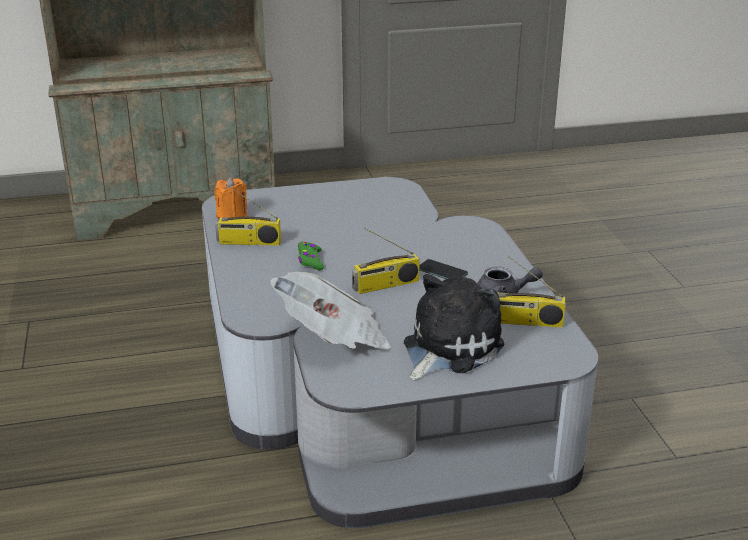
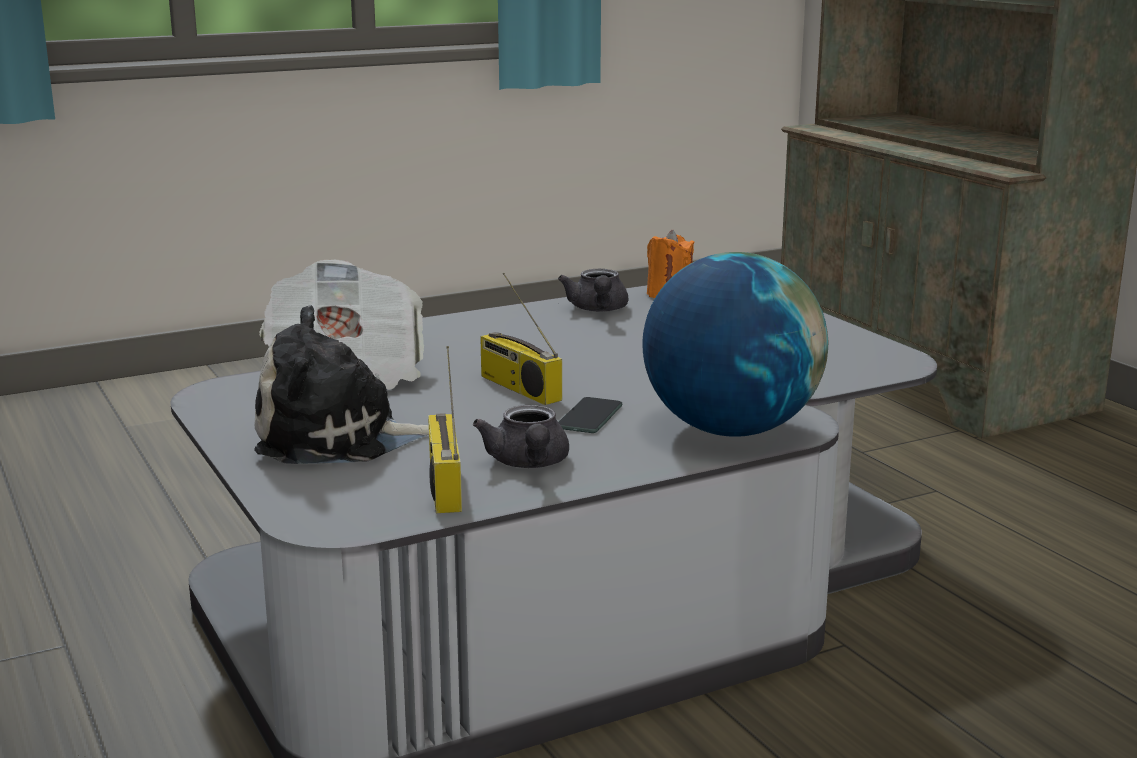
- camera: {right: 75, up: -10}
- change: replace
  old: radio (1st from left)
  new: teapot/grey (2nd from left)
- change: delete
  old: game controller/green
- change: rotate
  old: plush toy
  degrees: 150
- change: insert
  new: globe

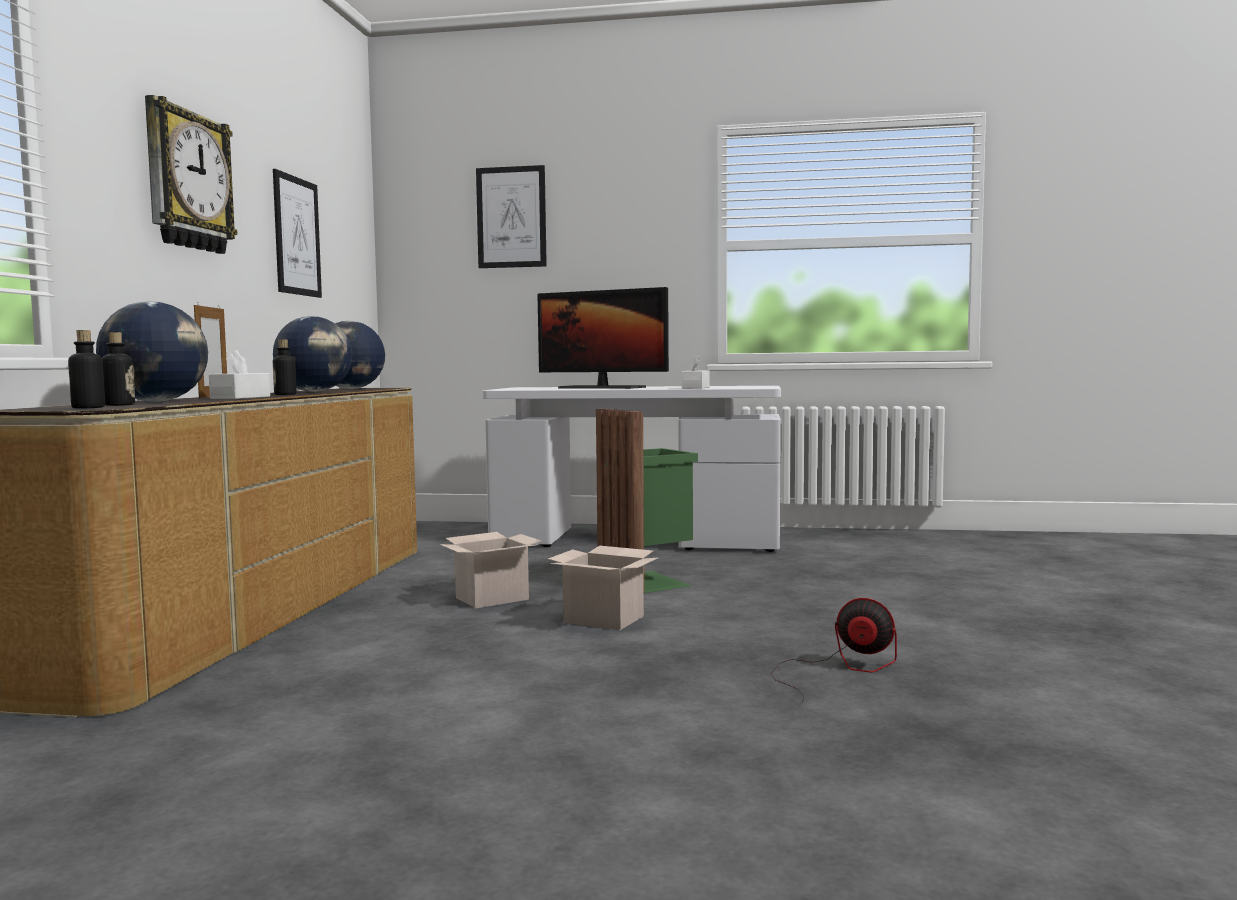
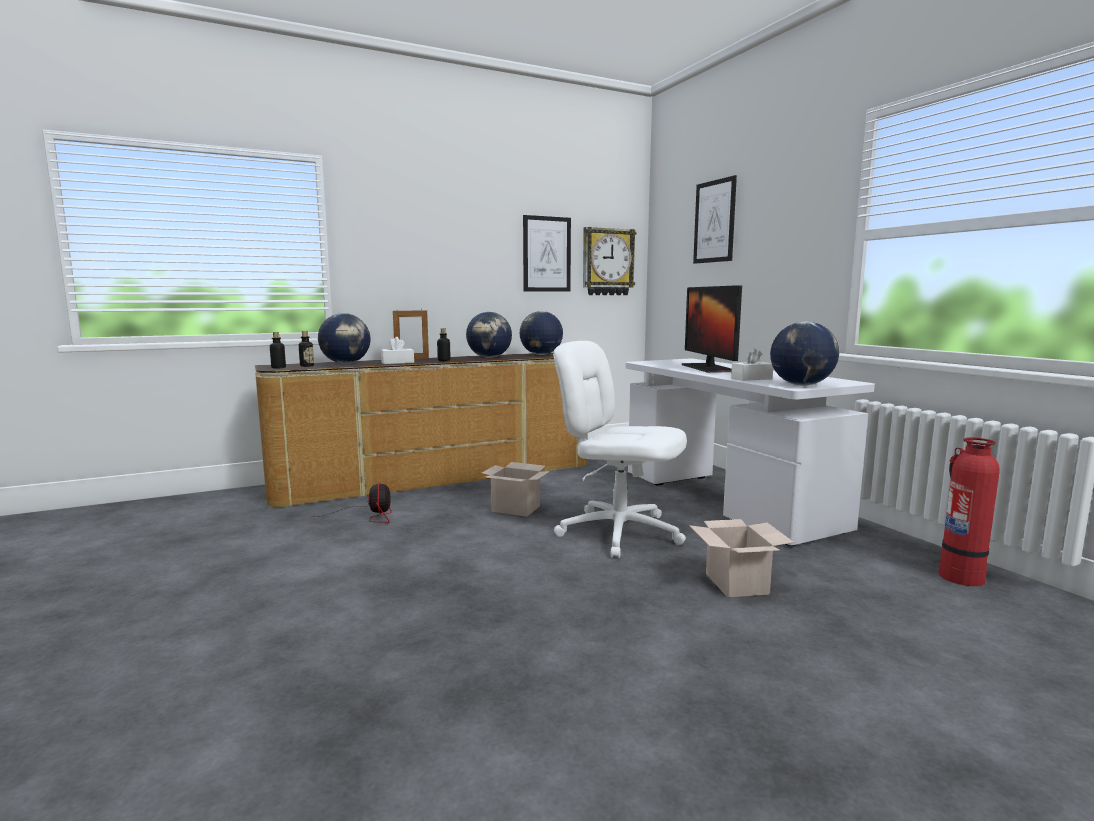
- camera: {right: 55, up: 5}
- change: move
  old: wall clock
- change: replace
  old: trash can/green
  new: office chair/white
- change: move
  old: cardboard box (2nd from left)
- change: move
  old: fan
- change: insert
  new: globe (4th from left)
- change: insert
  new: fire extinguisher

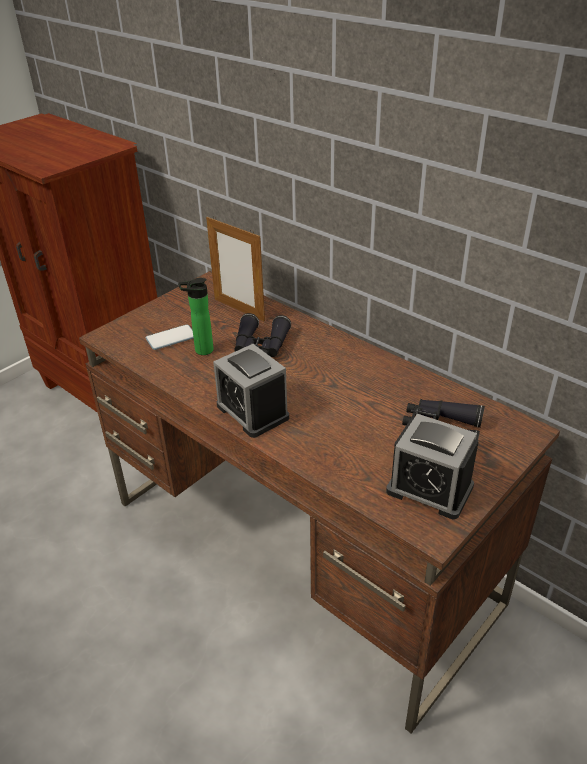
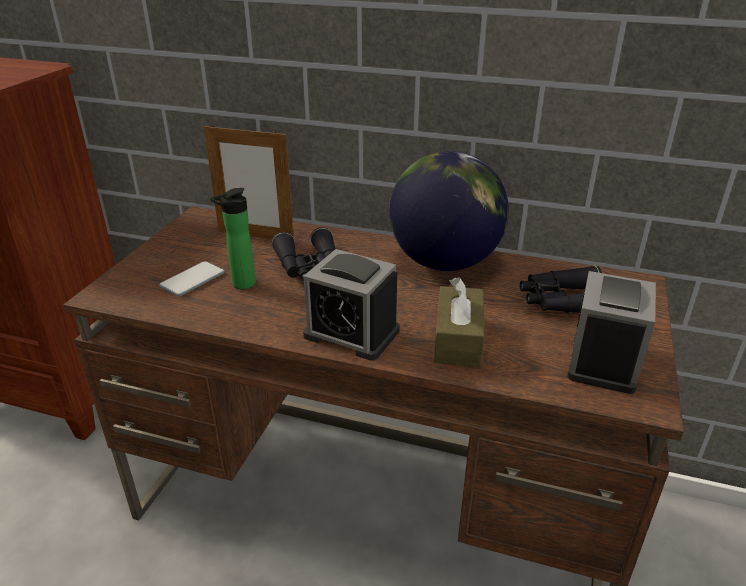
- camera: {right: -25, up: -5}
- change: rotate
  old: alarm clock (2nd from left)
  degrees: -75
- change: insert
  new: globe
- change: insert
  new: tissue box/brown

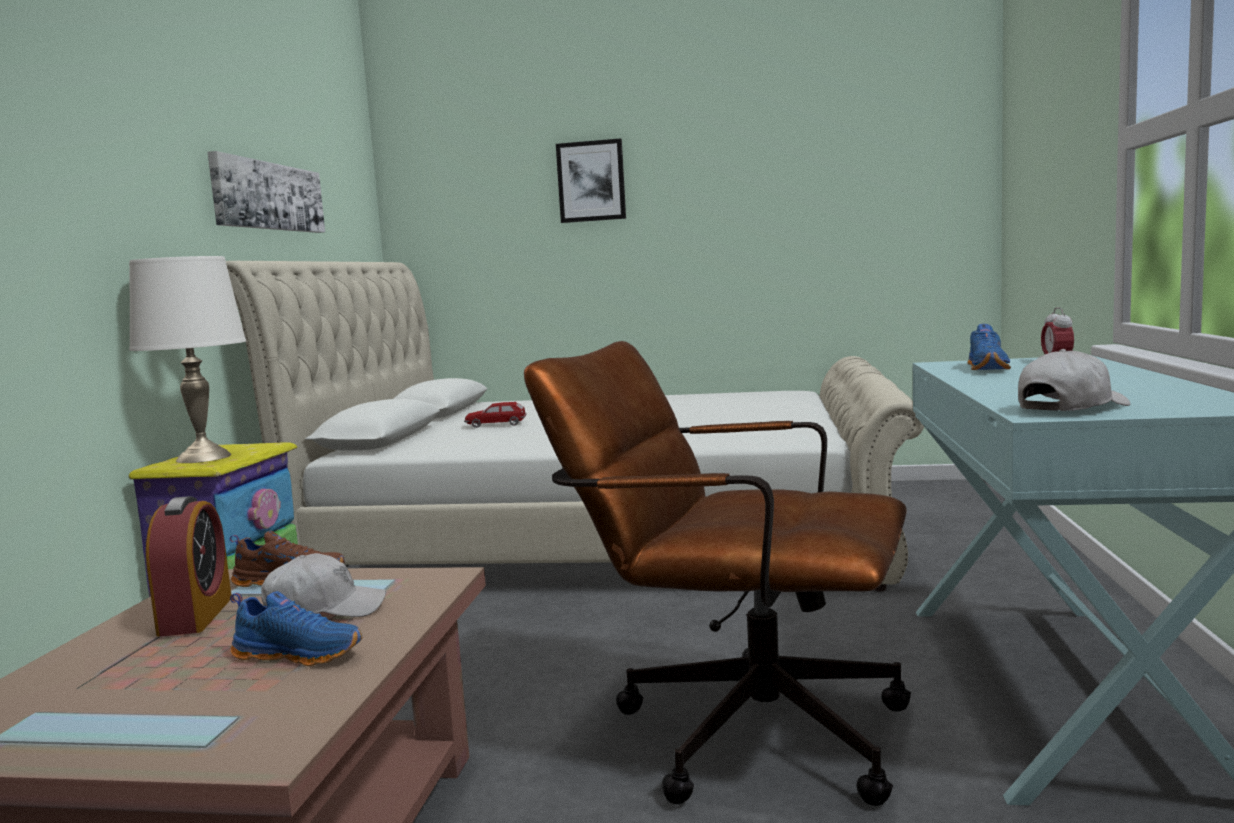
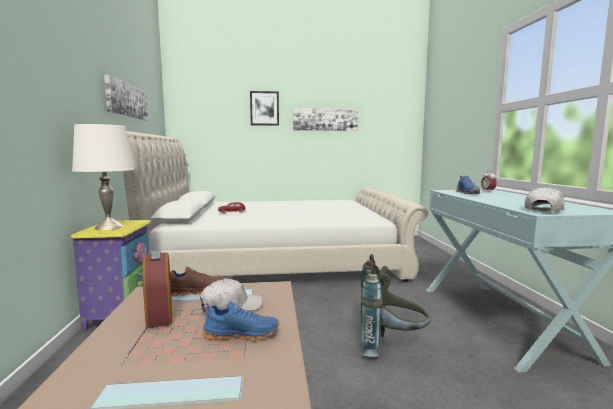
- camera: {right: -15, up: 0}
- change: replace
  old: office chair/brown
  new: backpack/grey
- change: insert
  new: picture (3rd from left)

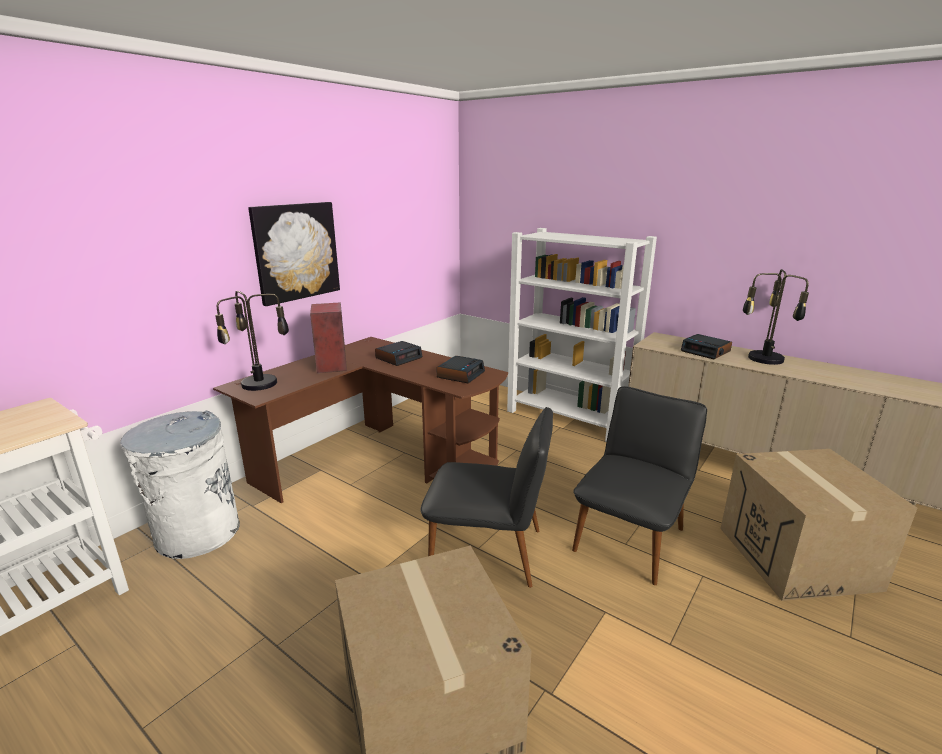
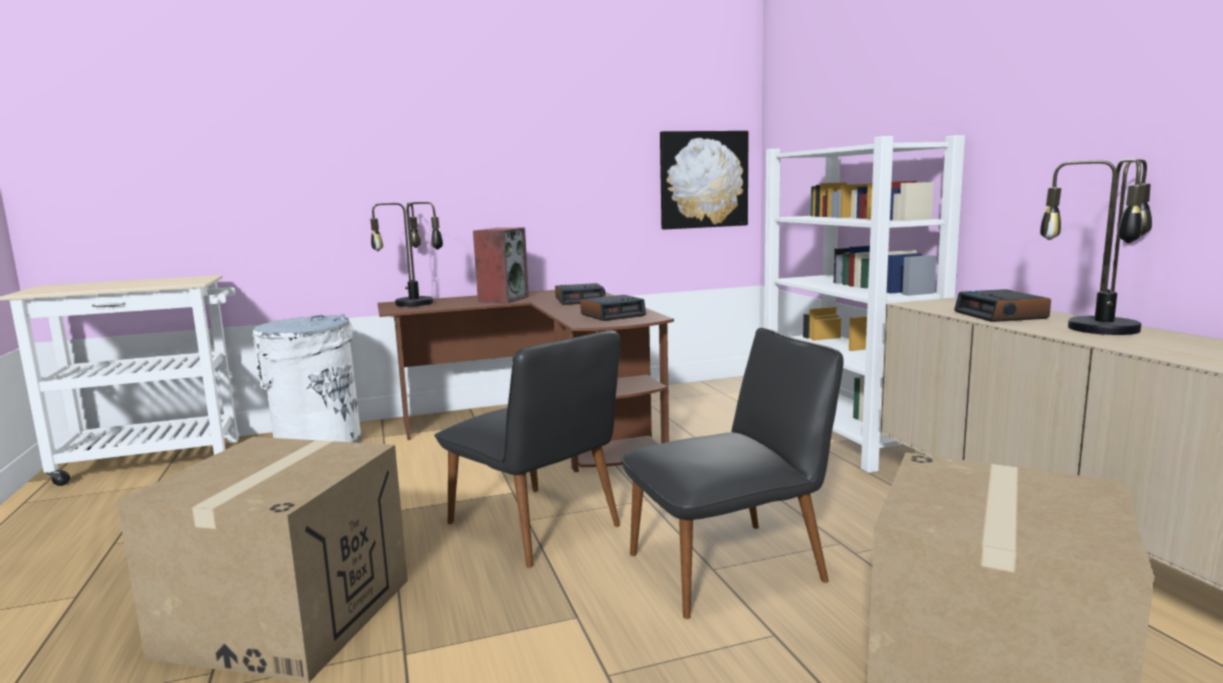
- camera: {right: 35, up: -10}
- change: move
  old: picture

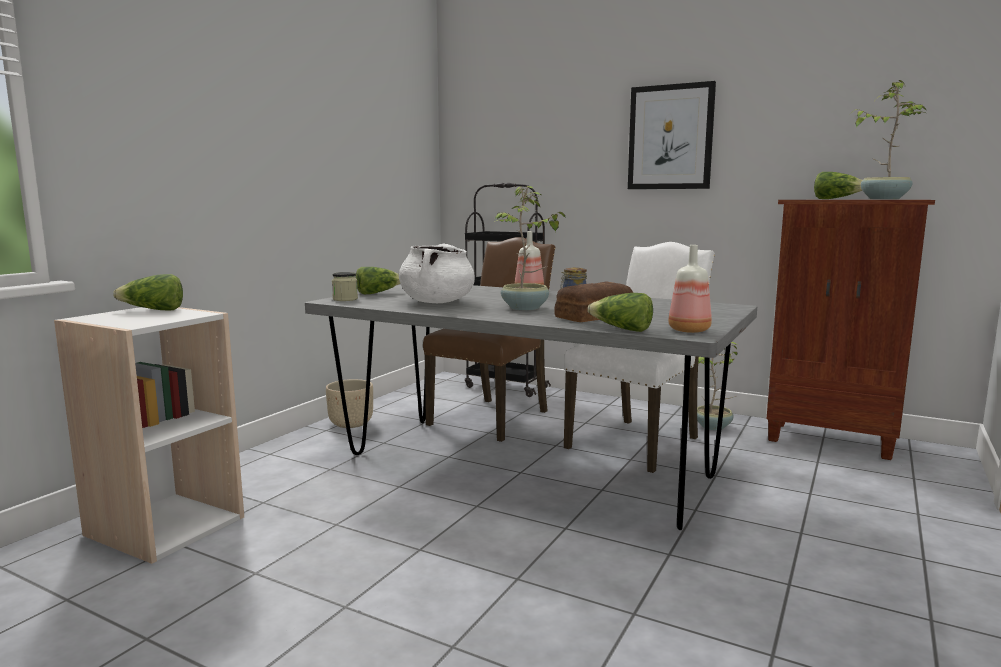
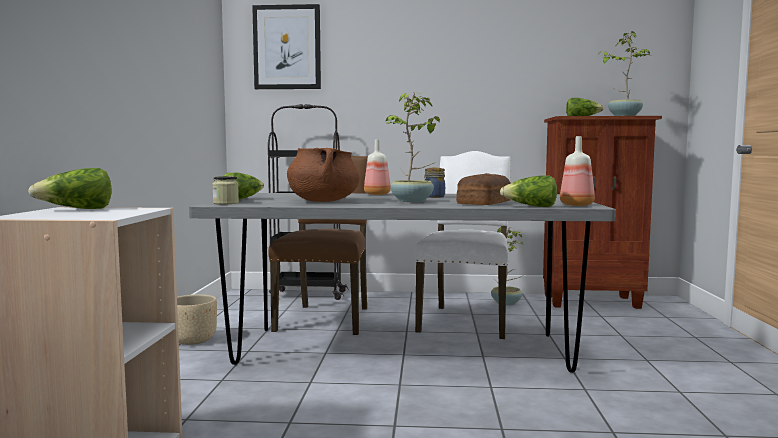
- camera: {right: -25, up: -5}
- change: move
  old: picture
- change: recolor
  old: cooking pot/white
  new: cooking pot/brown

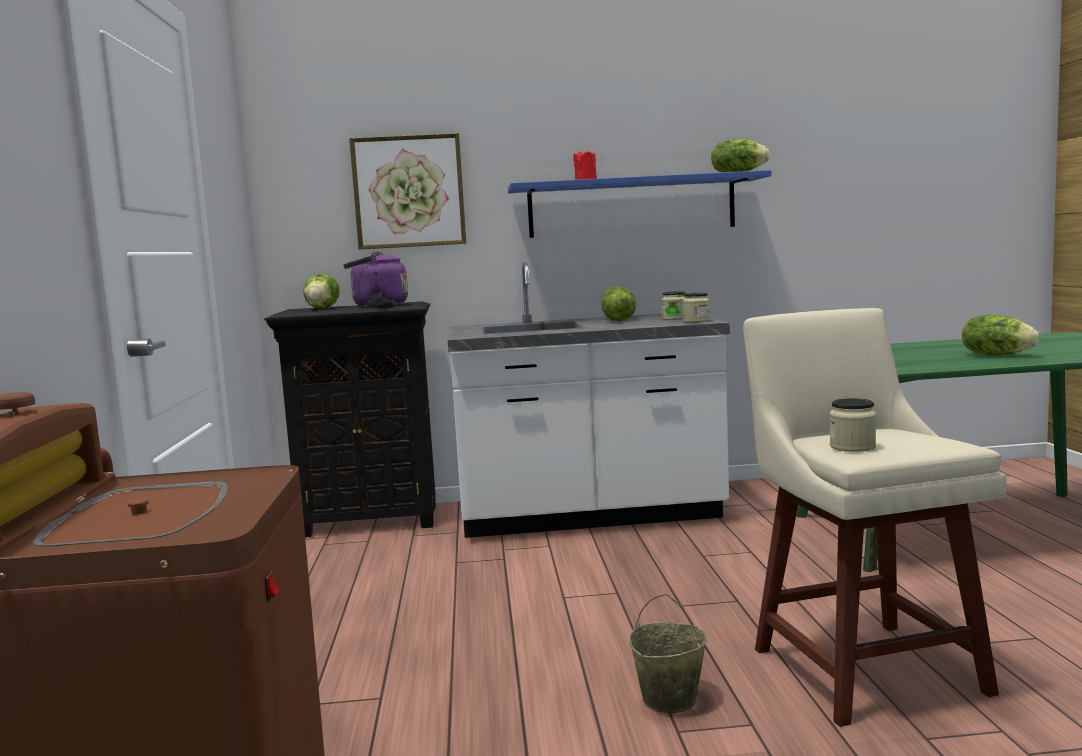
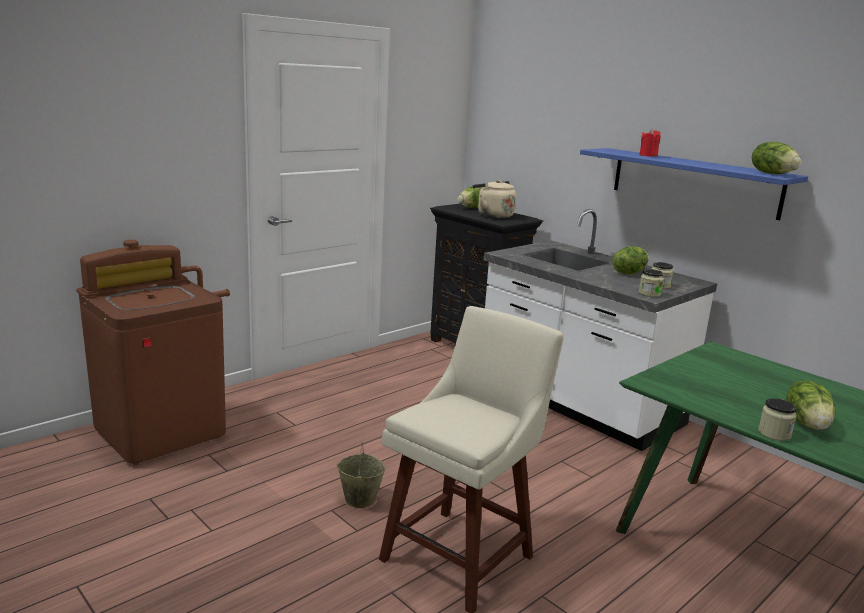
- camera: {right: 50, up: 10}
- change: delete
  old: picture
- change: recolor
  old: kettle/purple
  new: kettle/beige
- change: move
  old: jar (3rd from left)

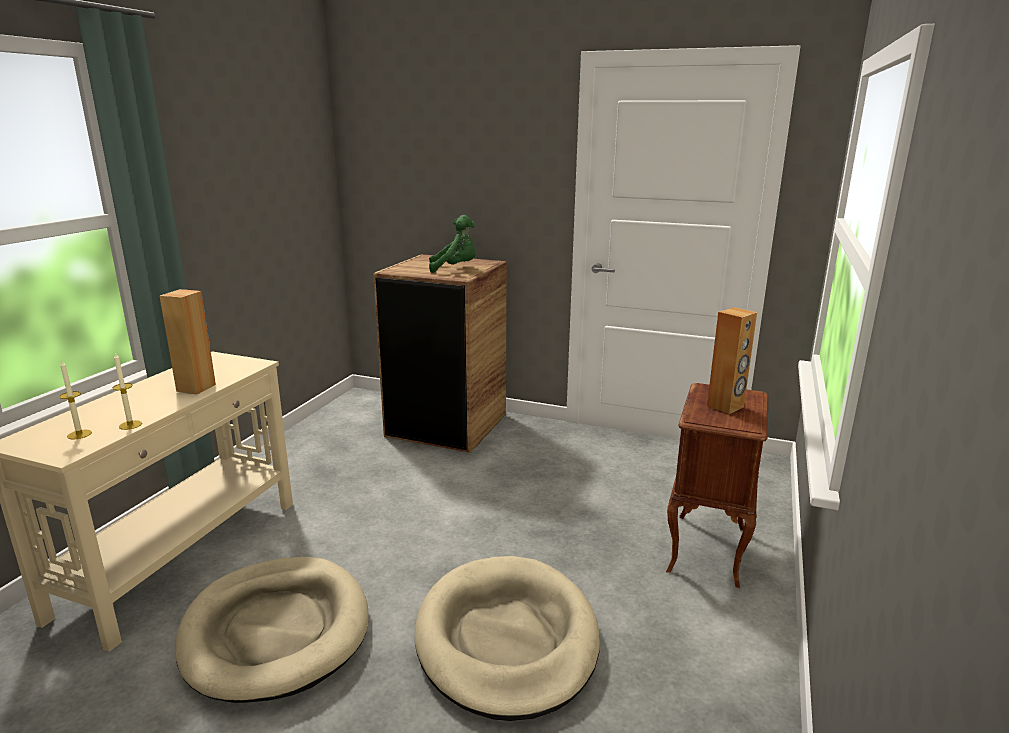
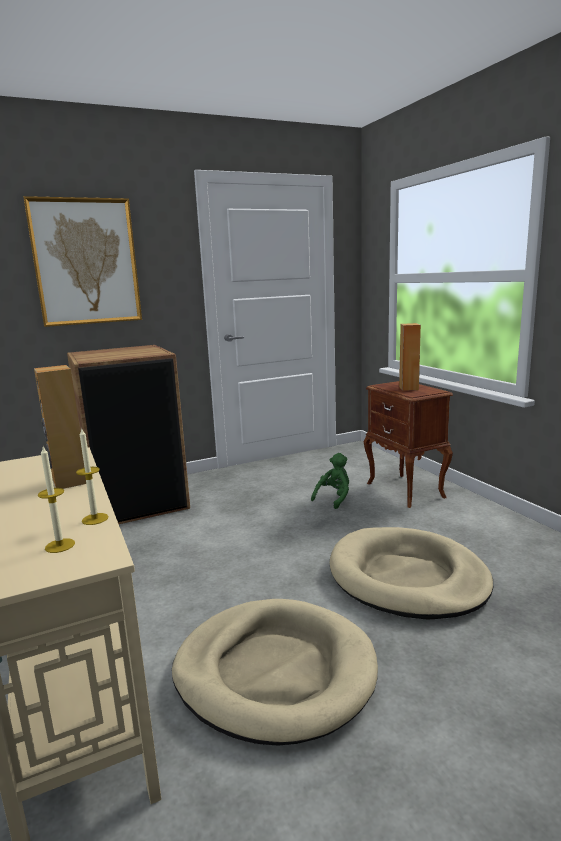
- camera: {right: -45, up: -5}
- change: move
  old: plush toy/green
- change: insert
  new: picture

